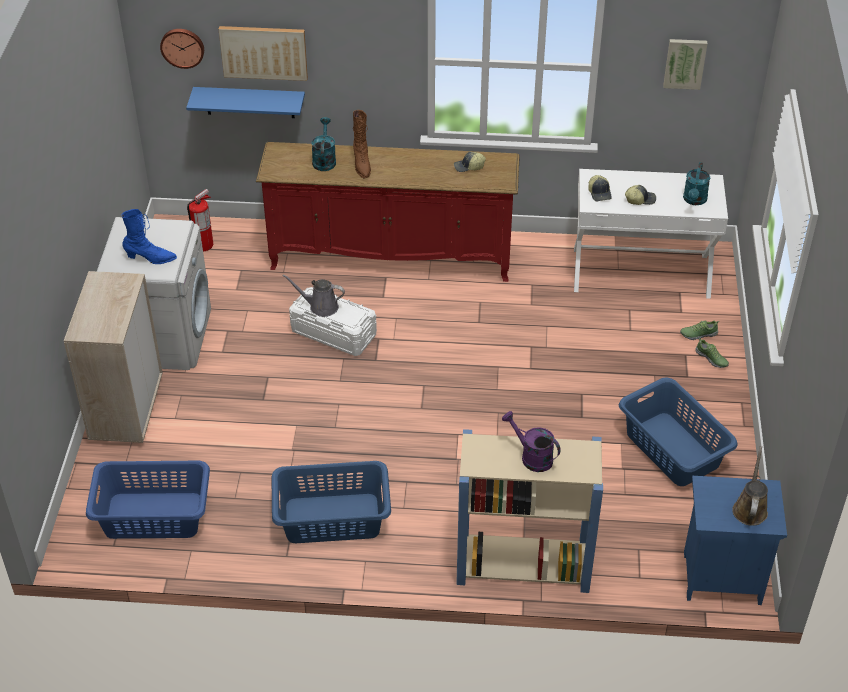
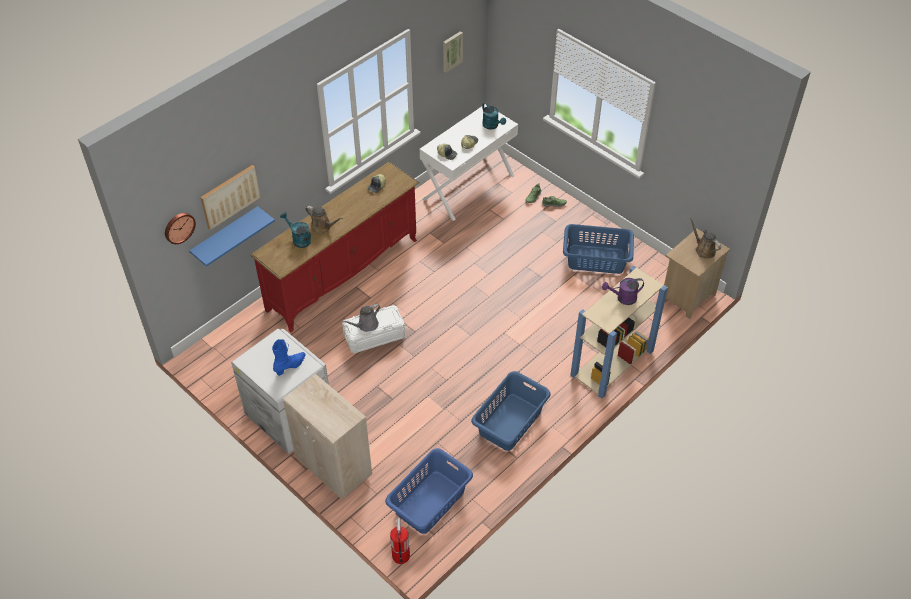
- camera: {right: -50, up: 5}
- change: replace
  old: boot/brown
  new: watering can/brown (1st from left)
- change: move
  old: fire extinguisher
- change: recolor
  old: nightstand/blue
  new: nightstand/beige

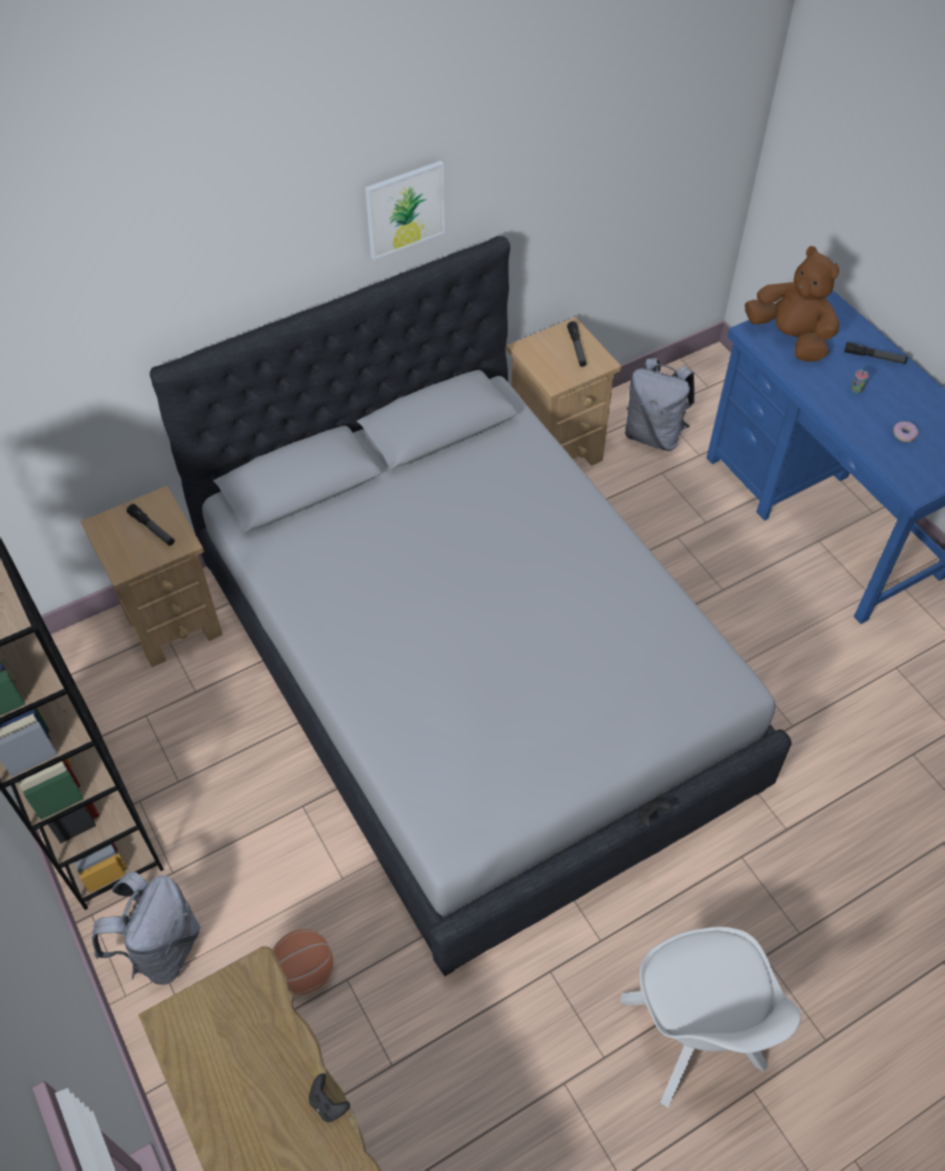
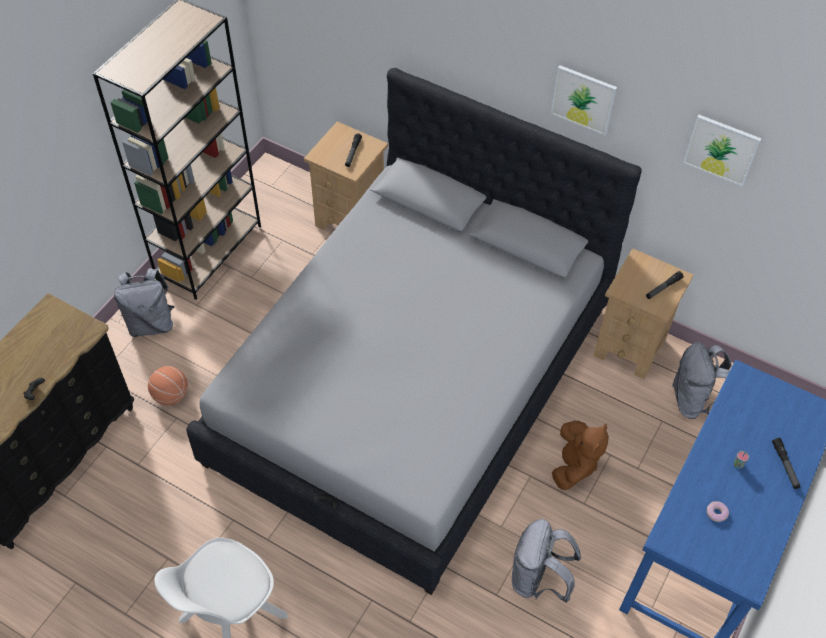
- camera: {right: 60, up: 0}
- change: move
  old: plush toy/brown
- change: insert
  new: picture (2nd from left)
- change: insert
  new: backpack/grey (2nd from left)

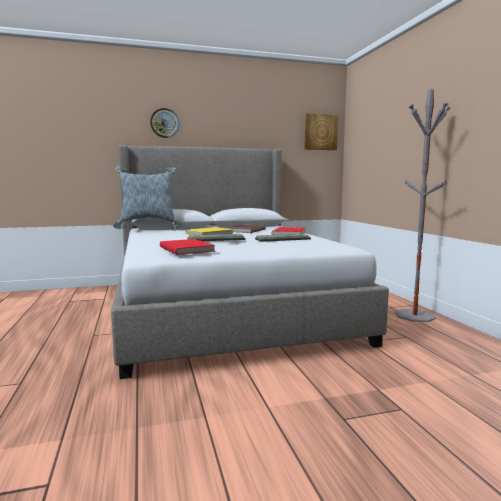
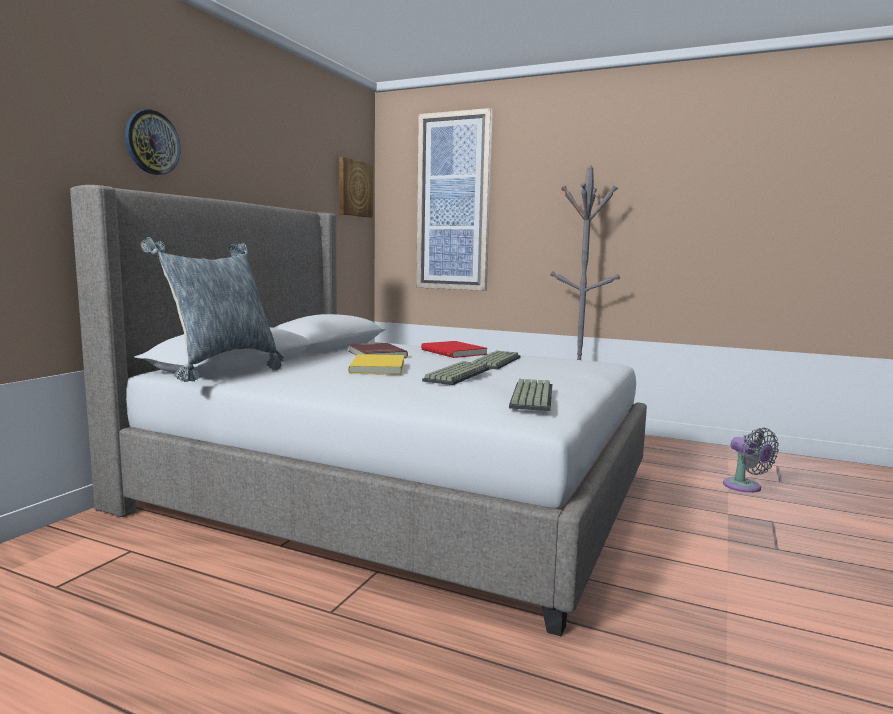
- camera: {right: -50, up: 0}
- change: replace
  old: book/red (1st from left)
  new: keyboard (3rd from left)
- change: insert
  new: picture (2nd from left)
- change: insert
  new: fan/grey

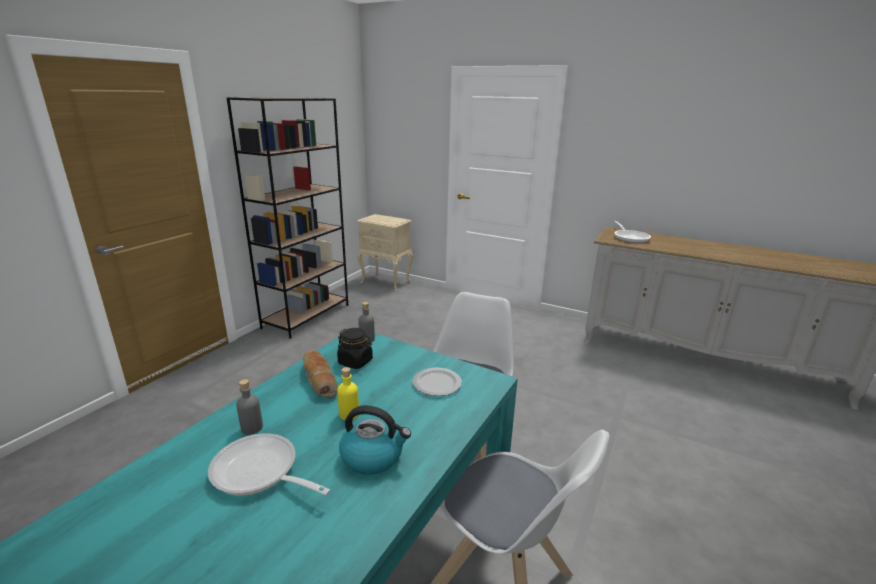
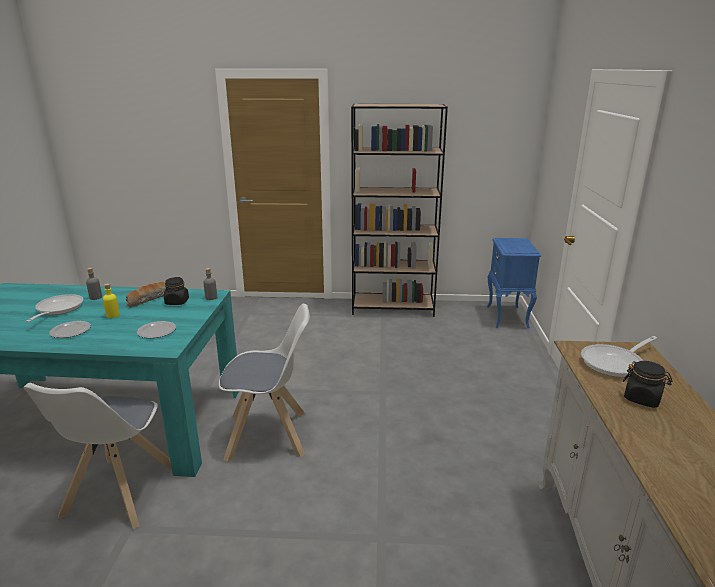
- camera: {right: 65, up: 0}
- change: recolor
  old: nightstand/beige
  new: nightstand/blue
- change: replace
  old: kettle
  new: plate (1st from left)
- change: insert
  new: jar/black (2nd from left)

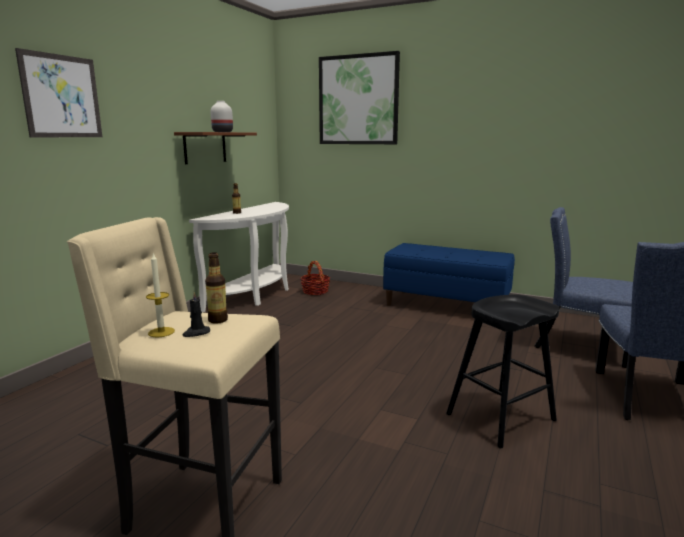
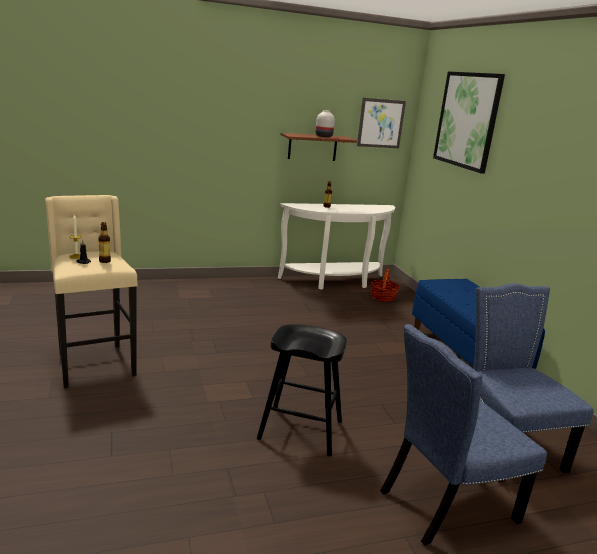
- camera: {right: 45, up: 5}
- change: move
  old: picture (1st from left)

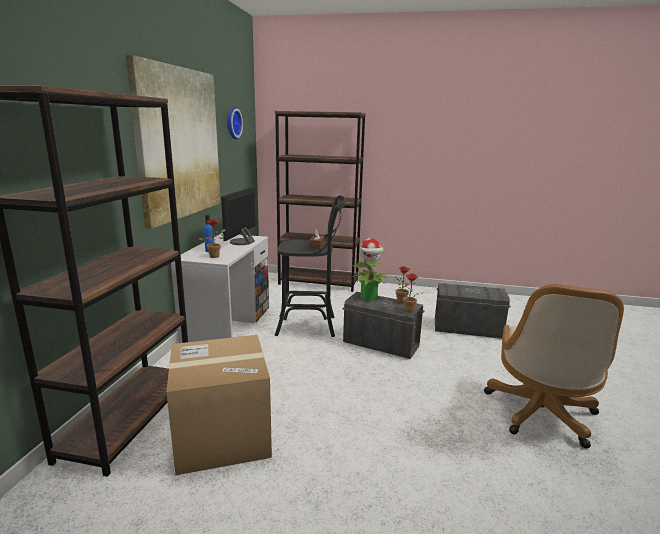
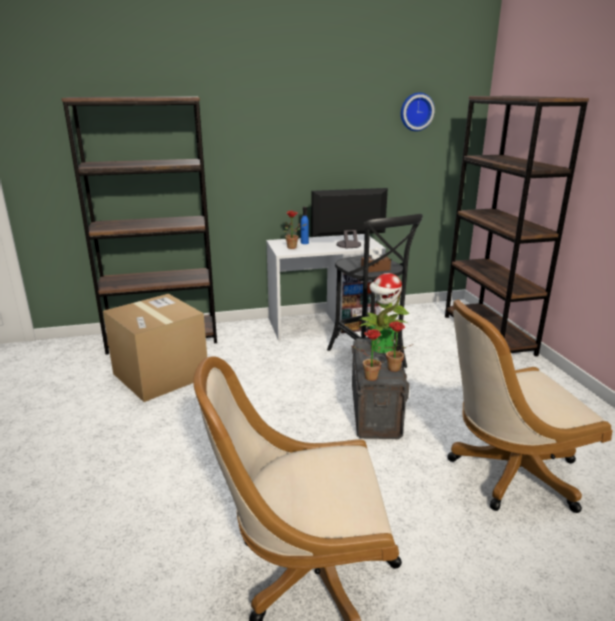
- camera: {right: 65, up: 5}
- change: delete
  old: picture
- change: replace
  old: storage box/grey (2nd from left)
  new: office chair (2nd from left)

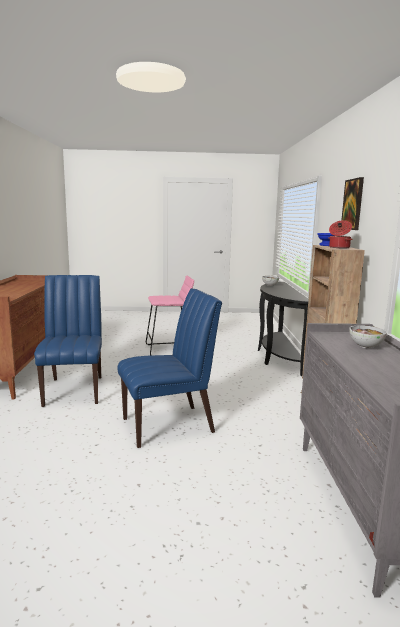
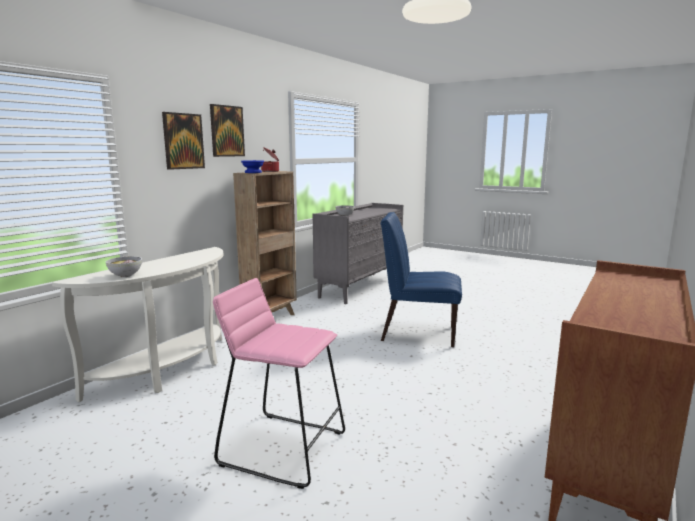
- camera: {right: -145, up: 0}
- change: delete
  old: chair/blue (1st from left)
- change: recolor
  old: console table/black
  new: console table/white
- change: insert
  new: picture (1st from left)

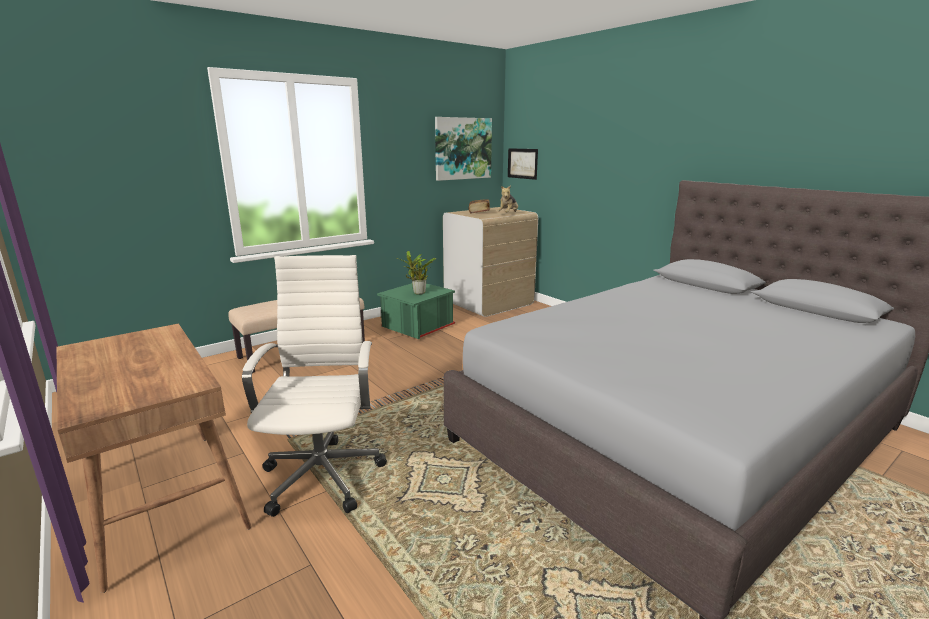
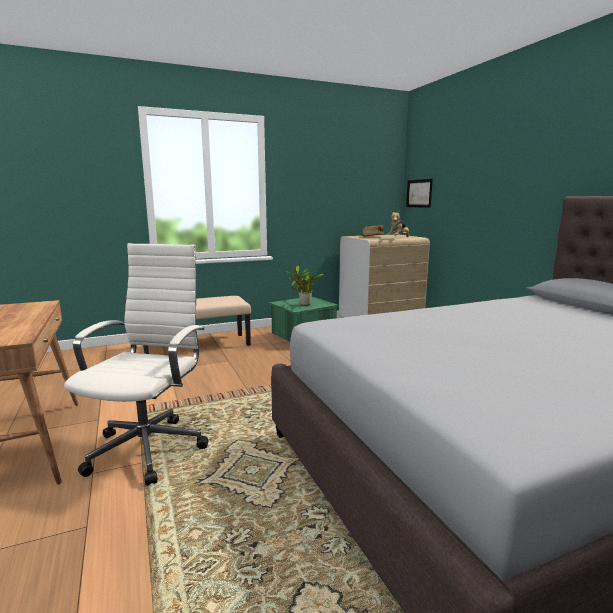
- camera: {right: 15, up: -5}
- change: delete
  old: picture (1st from left)

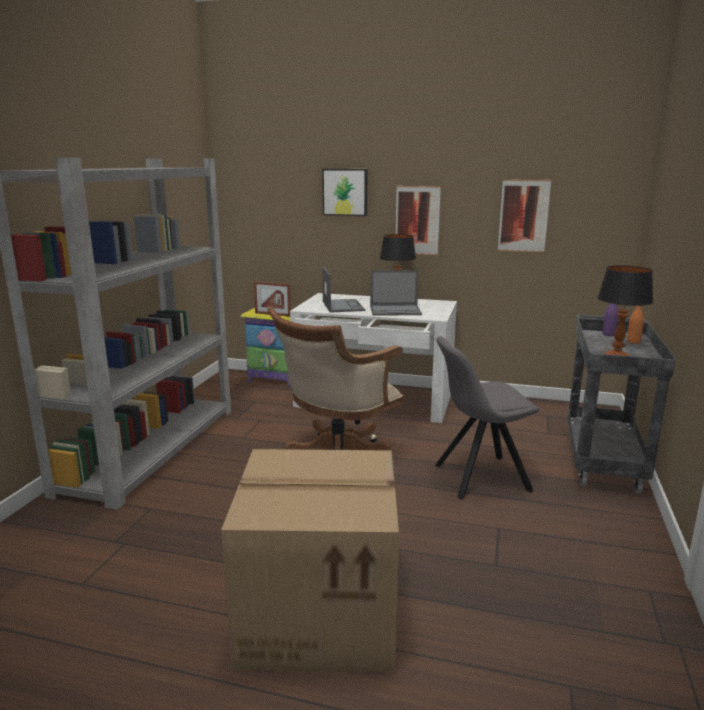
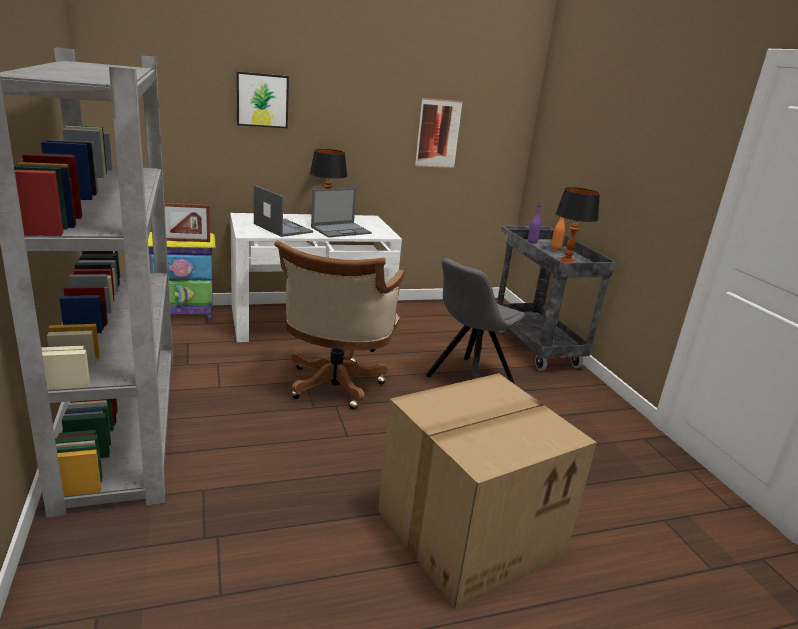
- camera: {right: -35, up: 5}
- change: delete
  old: picture (2nd from left)

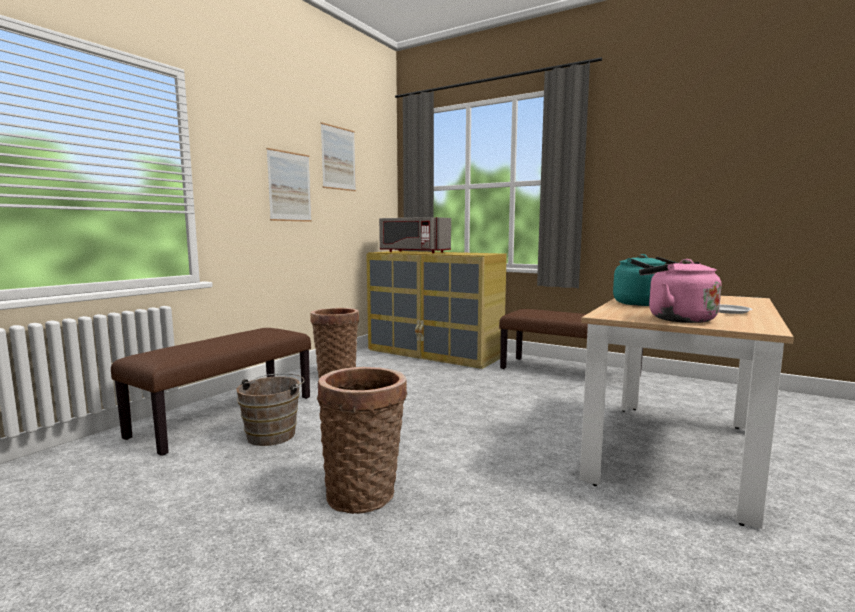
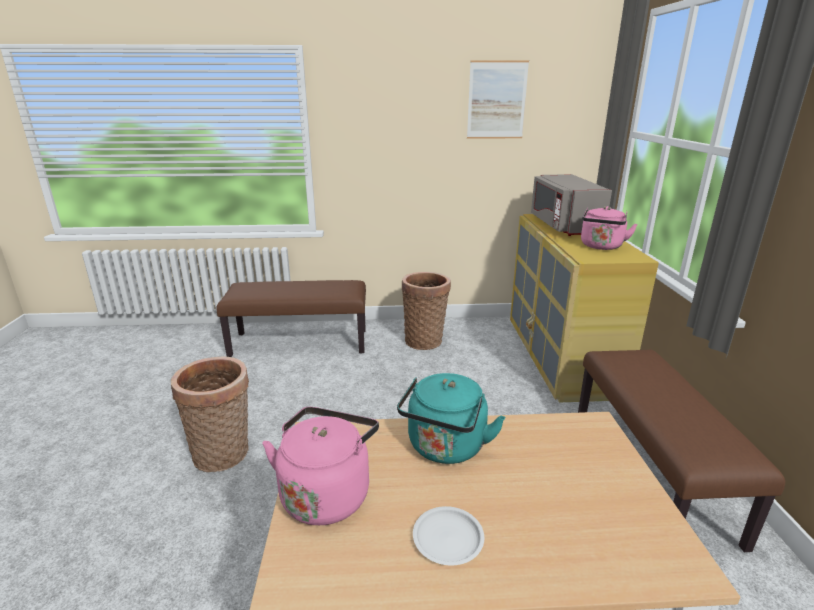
- camera: {right: 55, up: 15}
- change: delete
  old: picture (1st from left)
- change: delete
  old: bucket/brown
- change: insert
  new: kettle/pink (2nd from left)

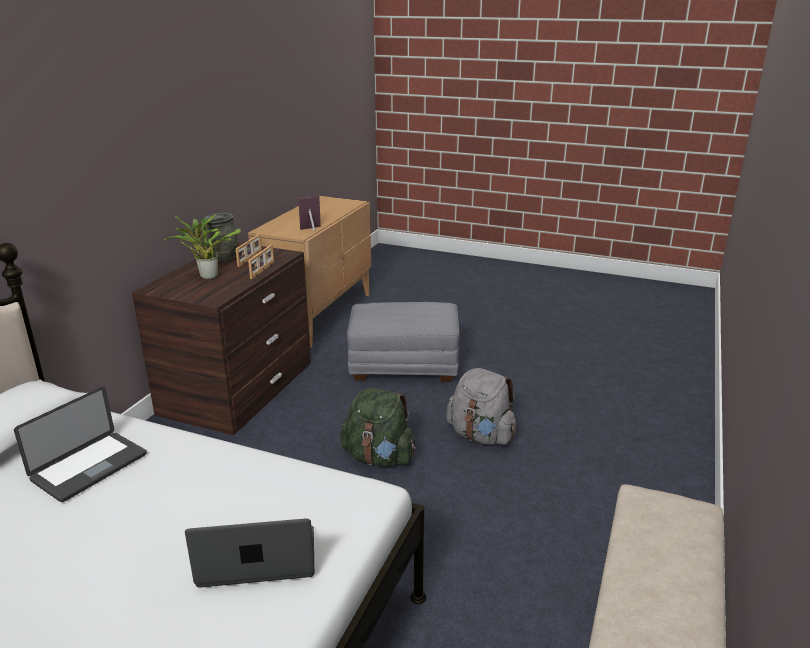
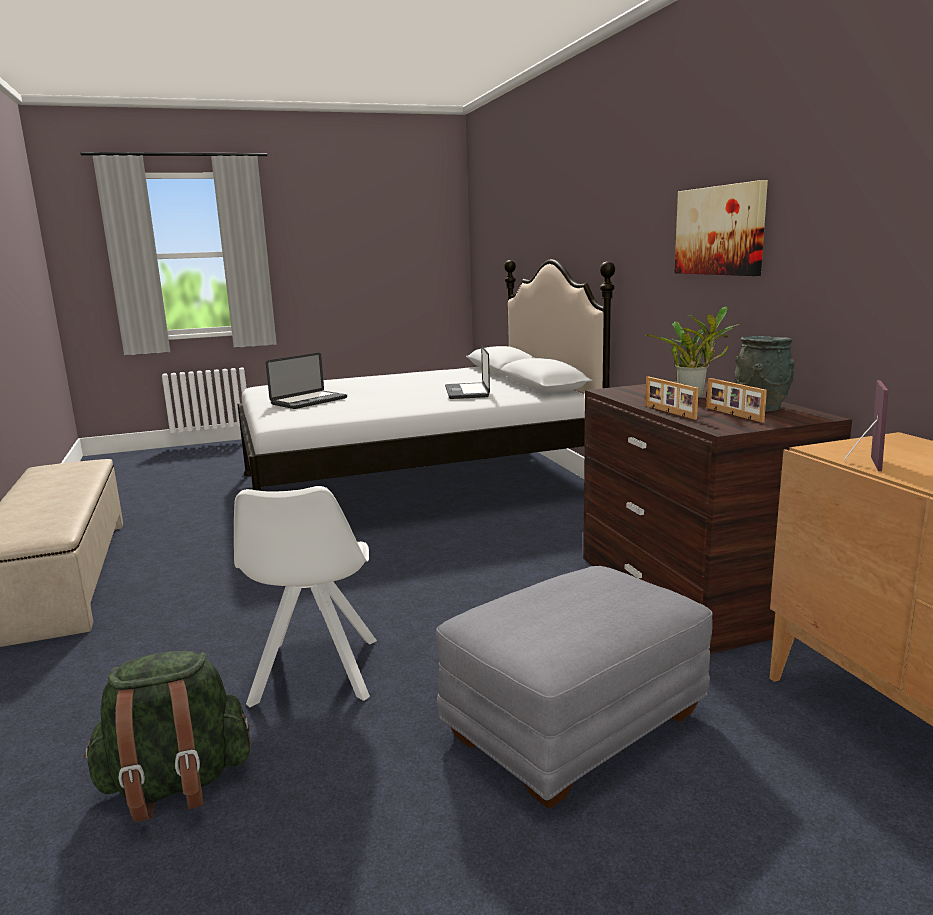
- camera: {right: 140, up: -10}
- change: replace
  old: backpack/grey
  new: chair/white
- change: move
  old: backpack/green
- change: insert
  new: picture

